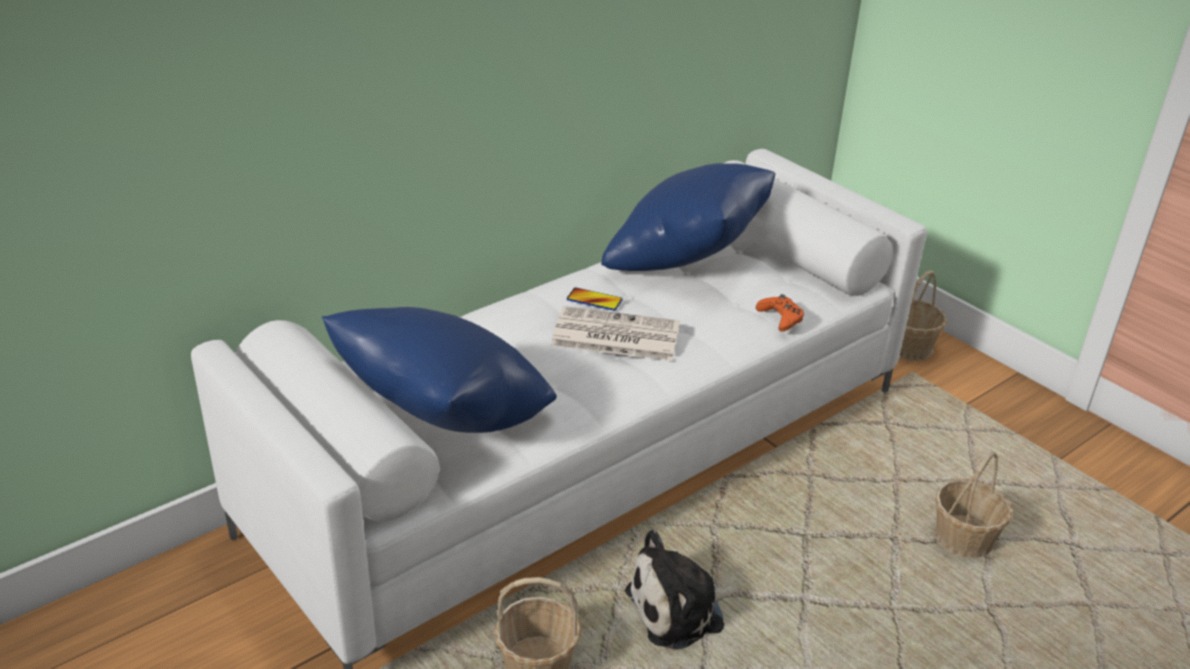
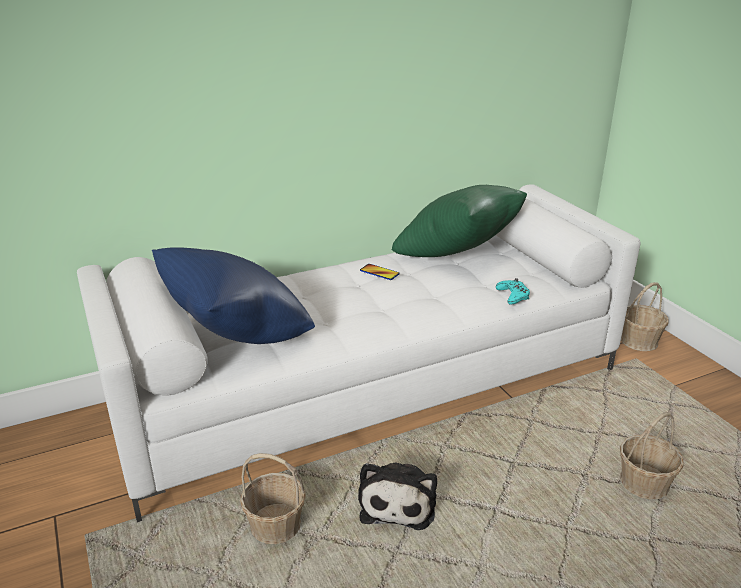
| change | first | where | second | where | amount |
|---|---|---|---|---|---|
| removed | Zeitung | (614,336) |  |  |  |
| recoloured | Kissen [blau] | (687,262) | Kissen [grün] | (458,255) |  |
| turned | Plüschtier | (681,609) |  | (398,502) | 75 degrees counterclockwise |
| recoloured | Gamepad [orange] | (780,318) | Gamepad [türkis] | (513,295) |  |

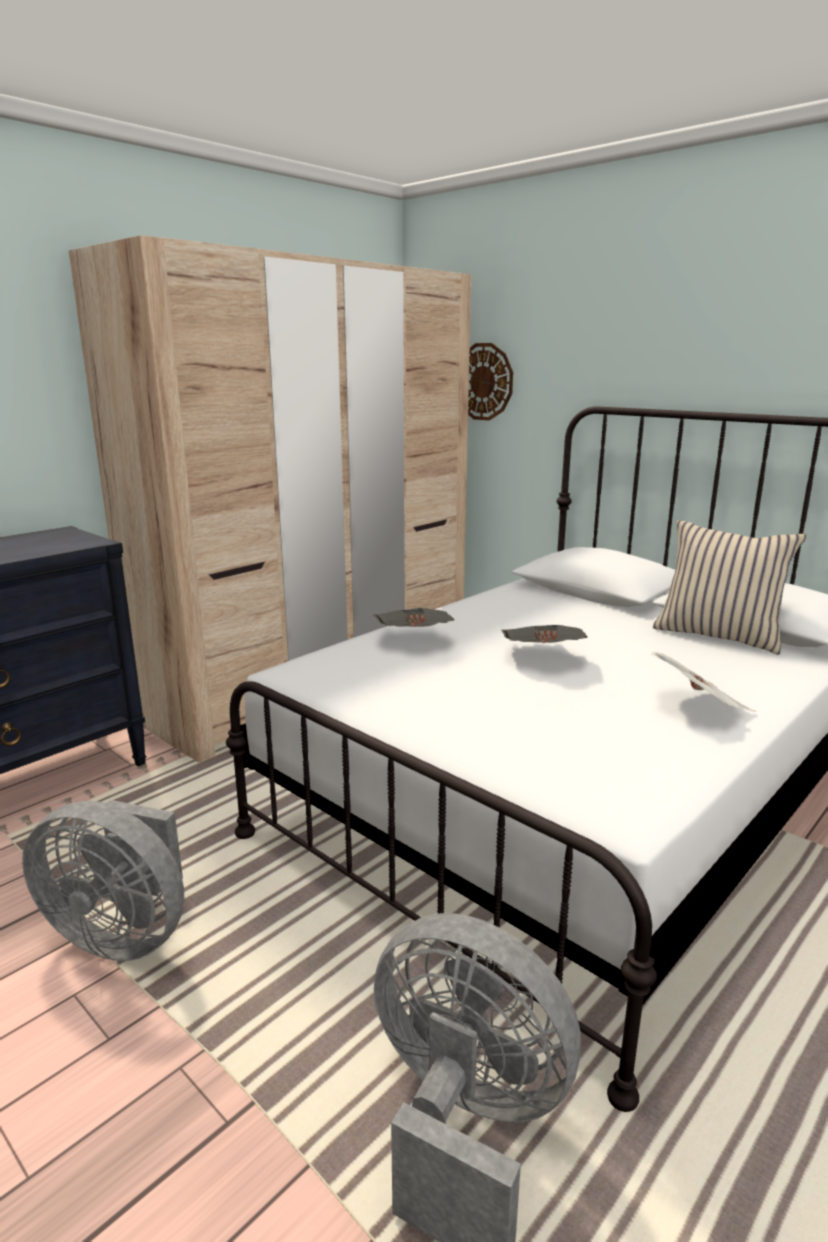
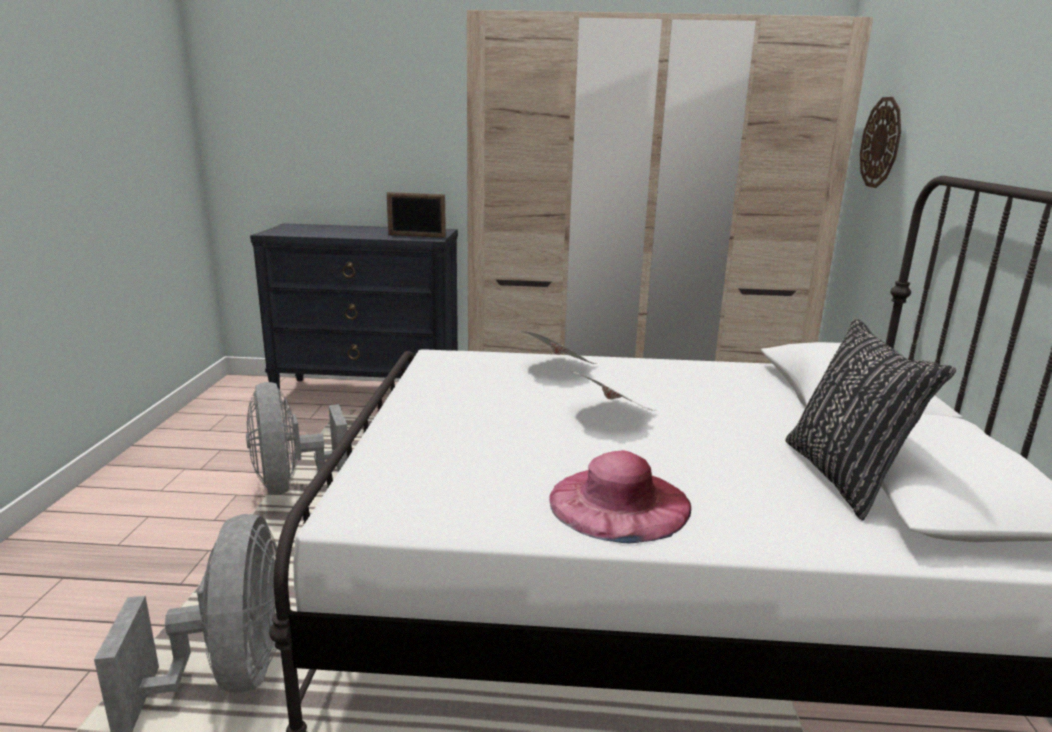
| change | first | where | second | where | amount |
|---|---|---|---|---|---|
| replaced | Zeitung | (699,707) | Hut [rosa] | (619,502) |  |
| recoloured | Kissen [beige] | (718,635) | Kissen [schwarz] | (844,477) |  |
| added |  |  | Bilderrahmen | (416,236) |  |

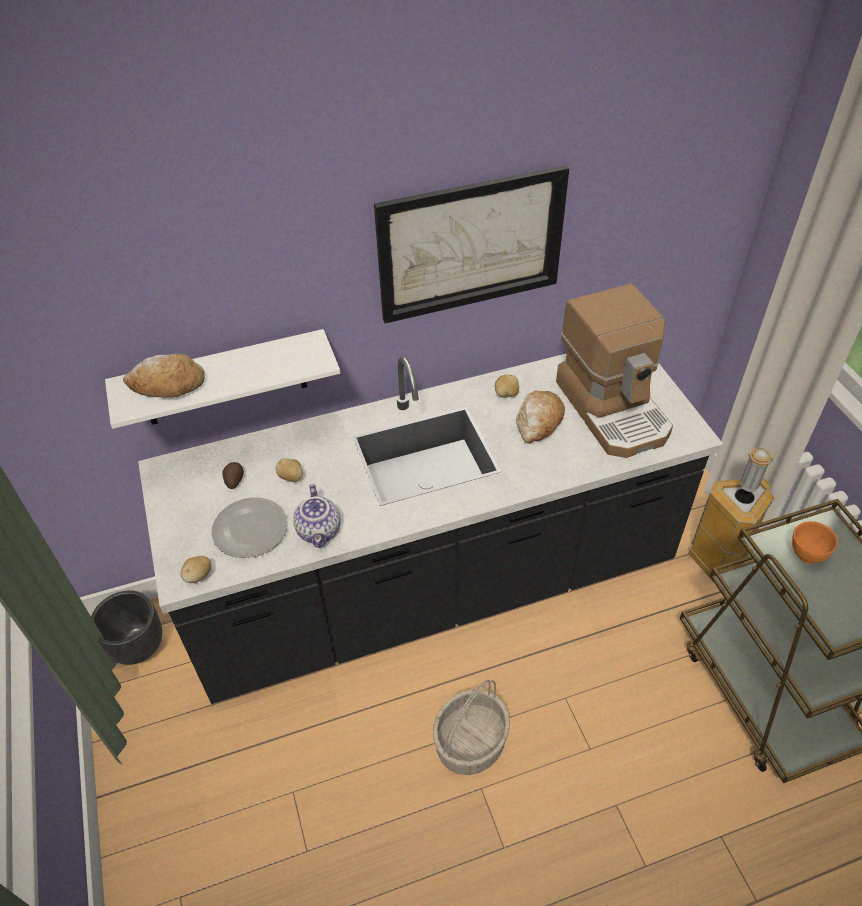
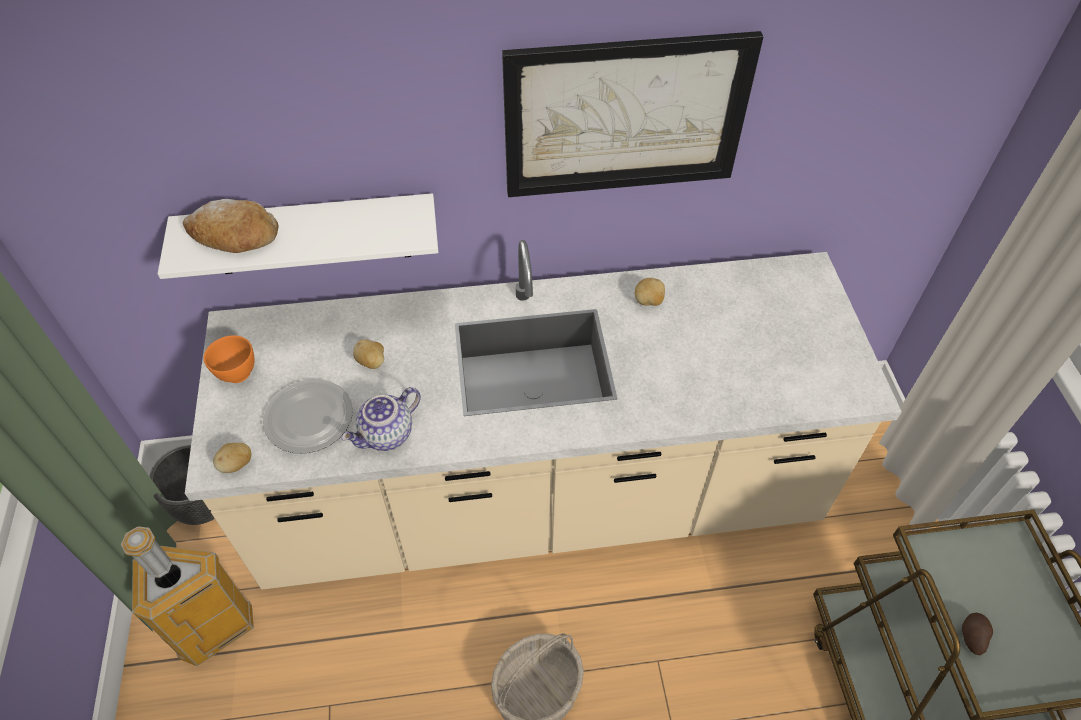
| change | first | where | second | where | amount |
|---|---|---|---|---|---|
| recoloured | Küchenzeile [schwarz] | (434,586) | Küchenzeile [beige] | (539,498) |  |
| moved | Kartoffel | (234,480) |  | (971,636) |  |
| turned | Teekanne | (320,531) |  | (387,435) | 45 degrees clockwise |
| removed | Brot | (538,422) |  |  |  |
| removed | Kaffeemaschine | (614,409) |  |  |  |
| moved | Mülleimer | (720,559) |  | (215,628) |  |
| moved | Schüssel [orange] | (806,555) |  | (237,373) |  |

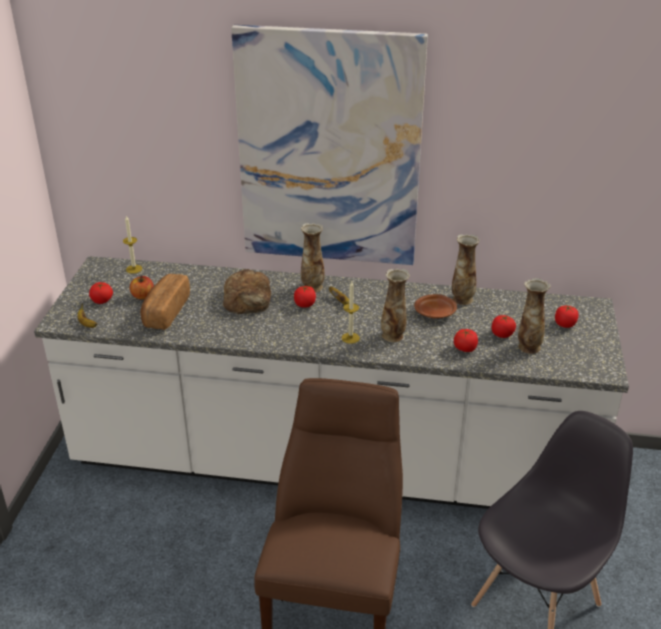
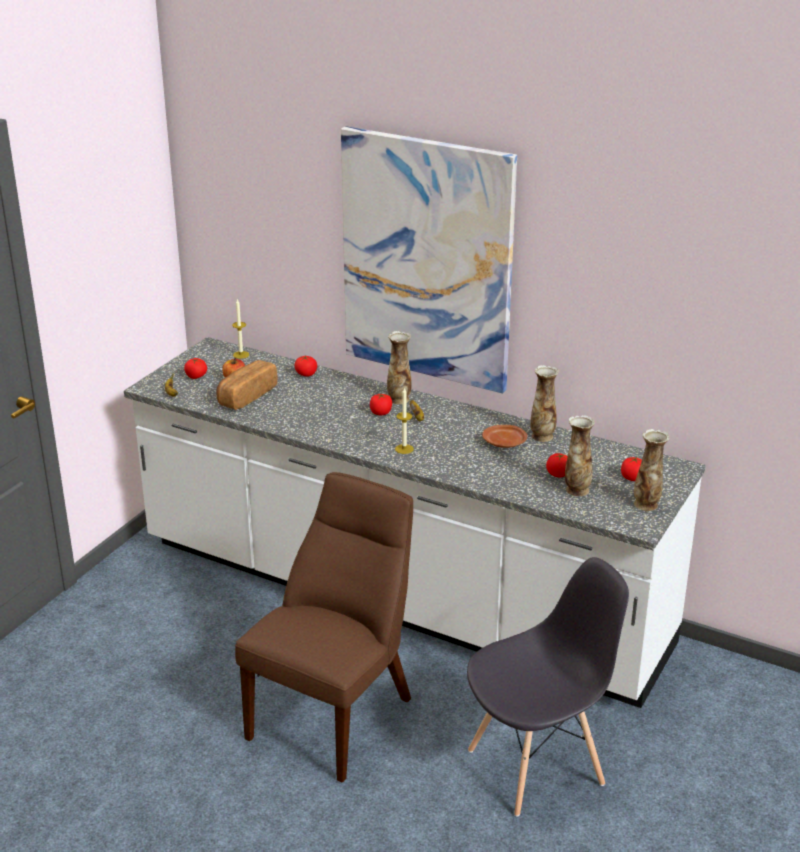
| change | first | where | second | where | amount |
|---|---|---|---|---|---|
| removed | Brot | (248,299) |  |  |  |
| moved | Vase | (393,335) |  | (646,504) |  |
| moved | Tomate | (465,348) |  | (306,374) |  |

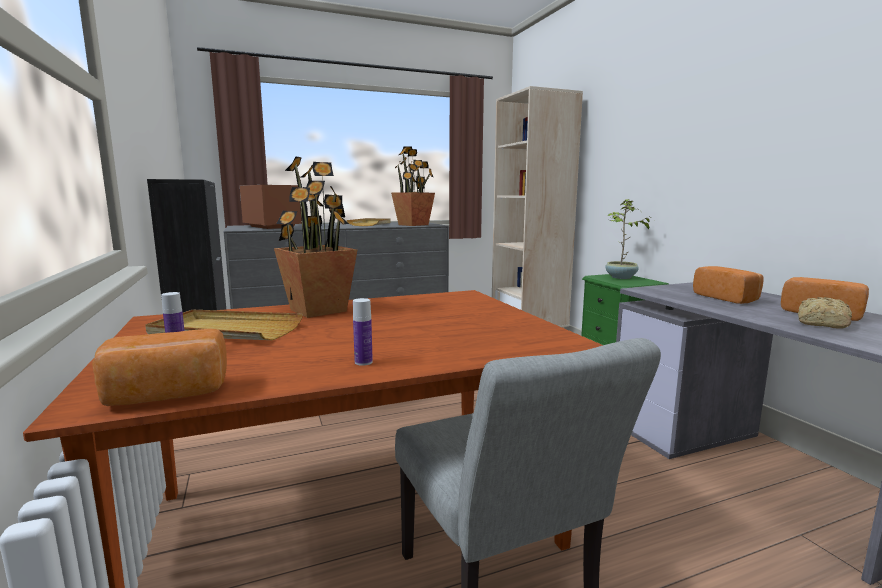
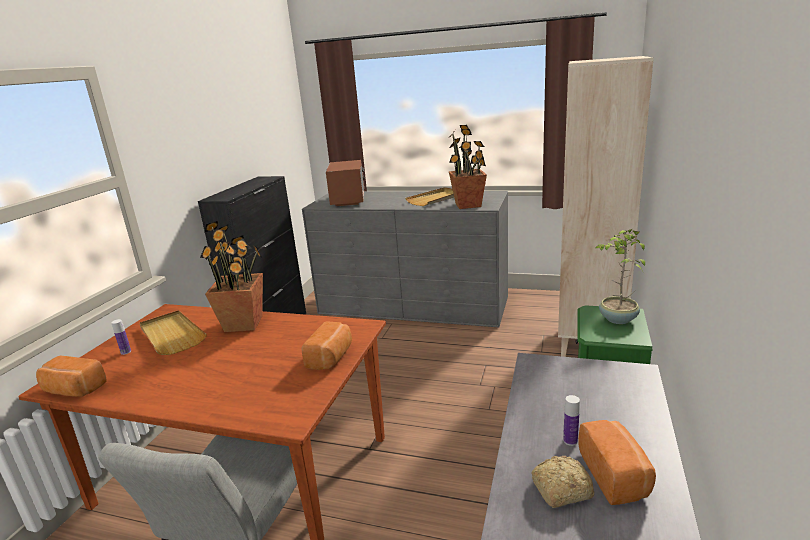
| change | first | where | second | where | amount |
|---|---|---|---|---|---|
| moved | Flasche | (363,362) |  | (570,441) |  |
| moved | Brot | (727,298) |  | (331,357) |  |

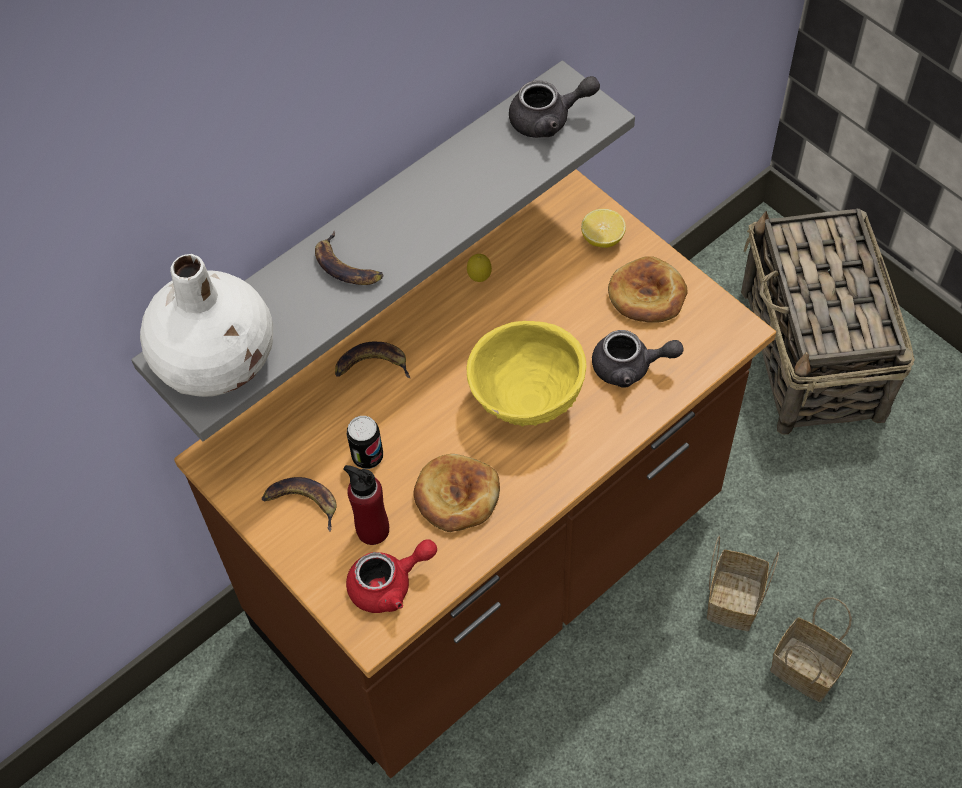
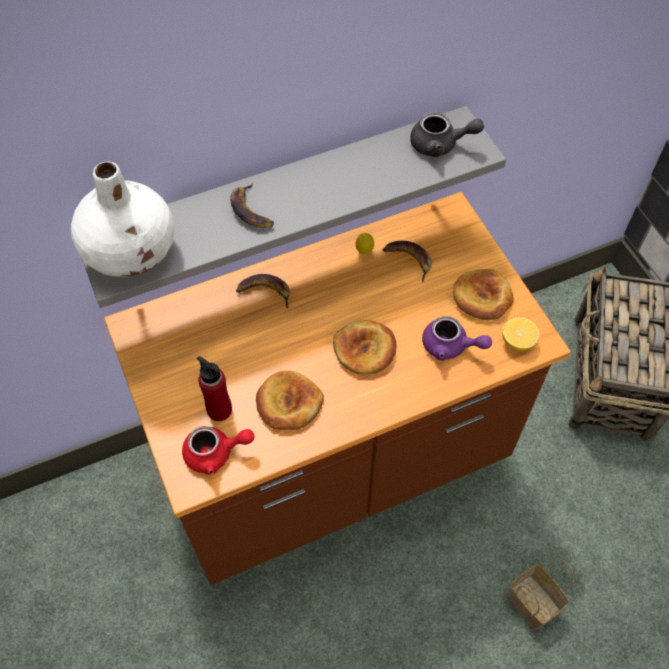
| change | first | where | second | where | amount |
|---|---|---|---|---|---|
| moved | Banane | (302,503) |  | (408,259) |  |
| removed | Dose | (367,456) |  |  |  |
| replaced | Schüssel [gelb] | (526,401) | Brot | (365,349) |  |
| moved | Zitrone | (602,239) |  | (517,341) |  |
| recoloured | Teekanne [grau] | (630,367) | Teekanne [lila] | (450,346) |  |
| removed | Korb | (733,598) |  |  |  |

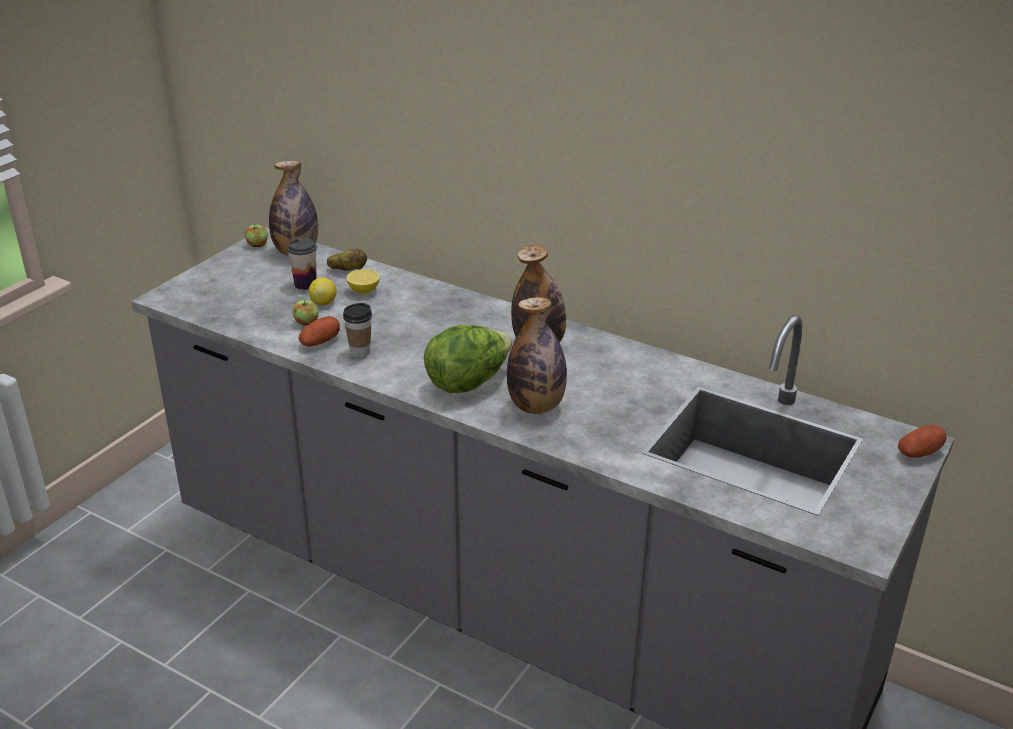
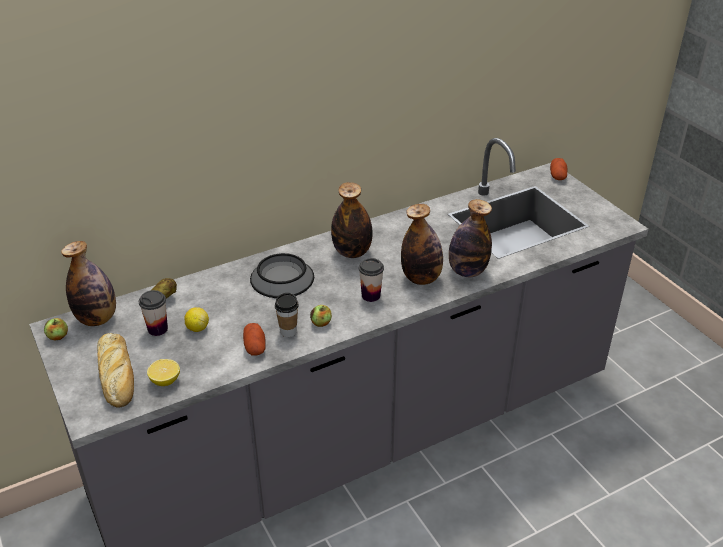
| change | first | where | second | where | amount |
|---|---|---|---|---|---|
| moved | Apfel | (306,322) |  | (321,323) |  |
| moved | Zitrone | (364,290) |  | (165,380) |  |
| replaced | Salatkopf | (468,382) | Tasse | (371,295) |  |
| added |  |  | Brot | (117,375) |  |
| added |  |  | Schüssel | (282,278) |  |
| added |  |  | Flasche | (467,271) |  |

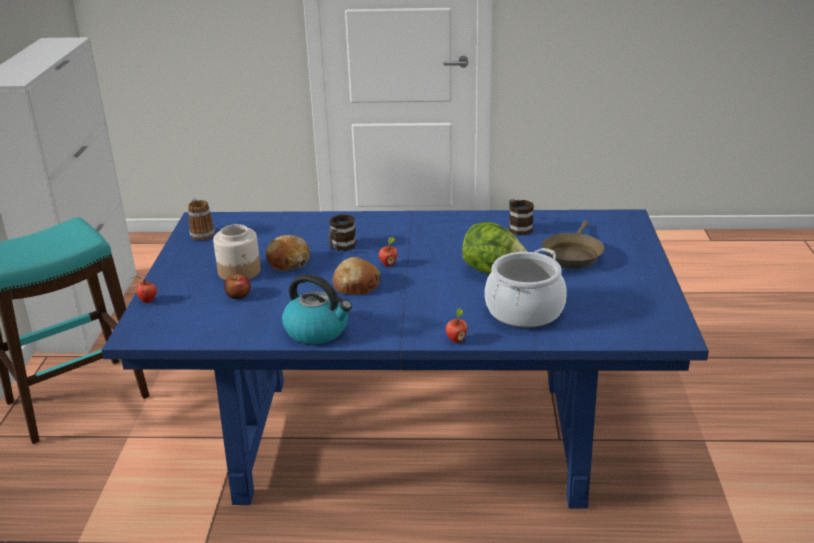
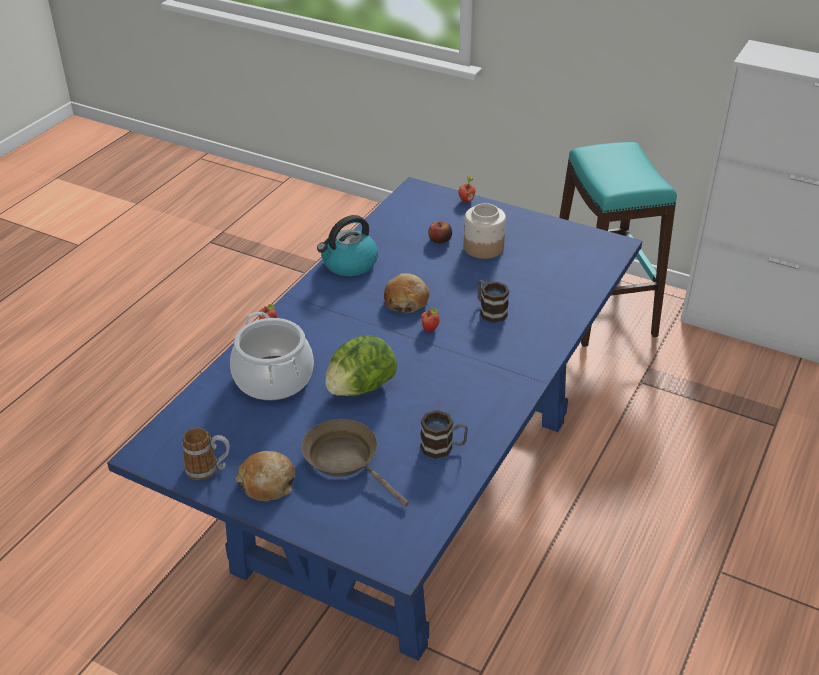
| change | first | where | second | where | amount |
|---|---|---|---|---|---|
| moved | Henkelbecher | (201,233) |  | (208,469) |  |
| moved | Brot | (288,261) |  | (267,483) |  |

